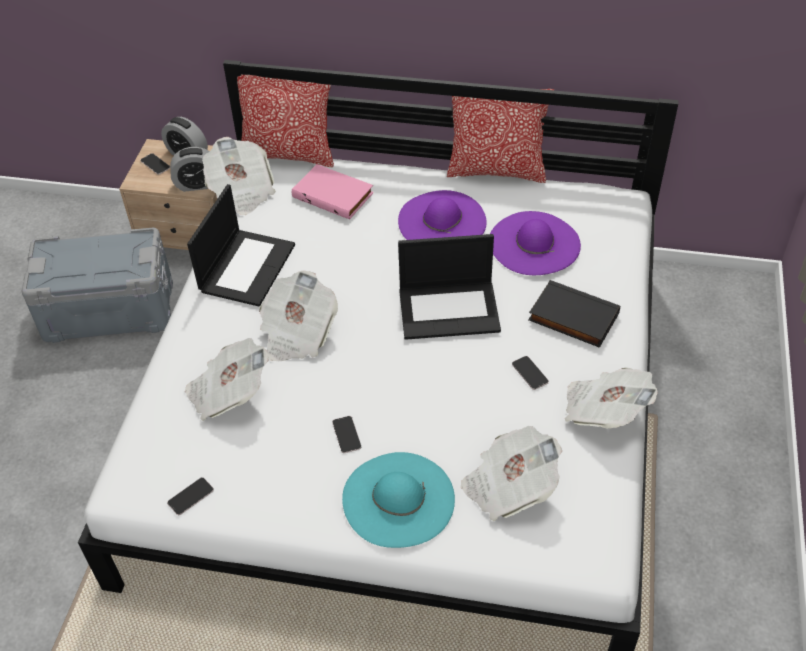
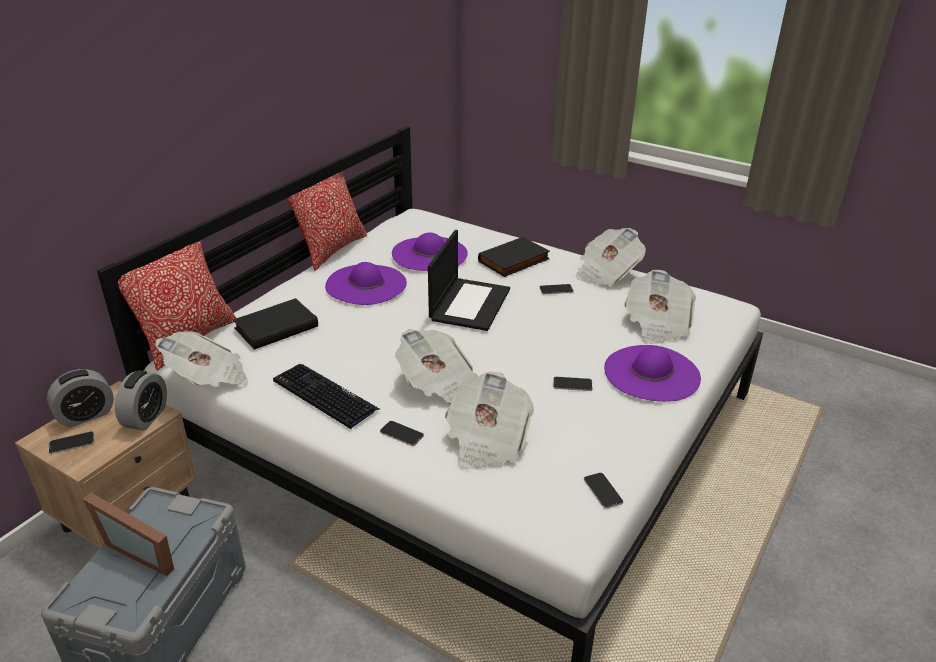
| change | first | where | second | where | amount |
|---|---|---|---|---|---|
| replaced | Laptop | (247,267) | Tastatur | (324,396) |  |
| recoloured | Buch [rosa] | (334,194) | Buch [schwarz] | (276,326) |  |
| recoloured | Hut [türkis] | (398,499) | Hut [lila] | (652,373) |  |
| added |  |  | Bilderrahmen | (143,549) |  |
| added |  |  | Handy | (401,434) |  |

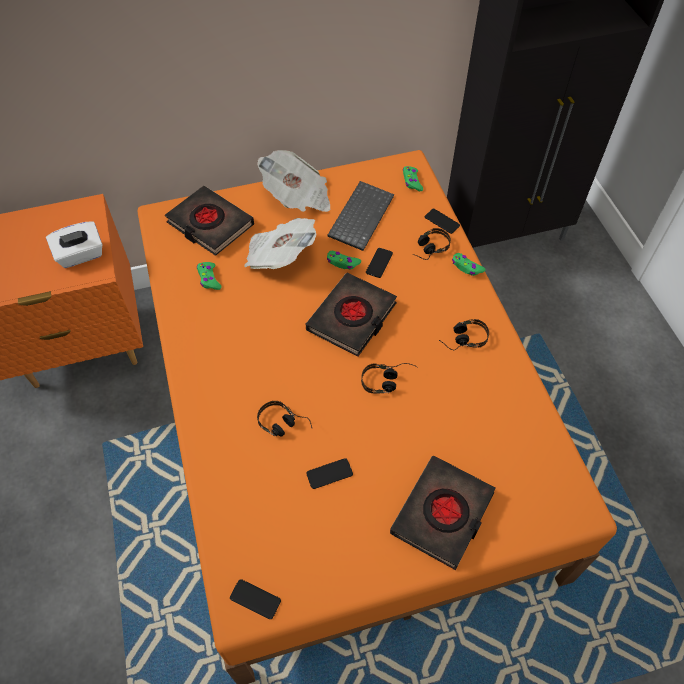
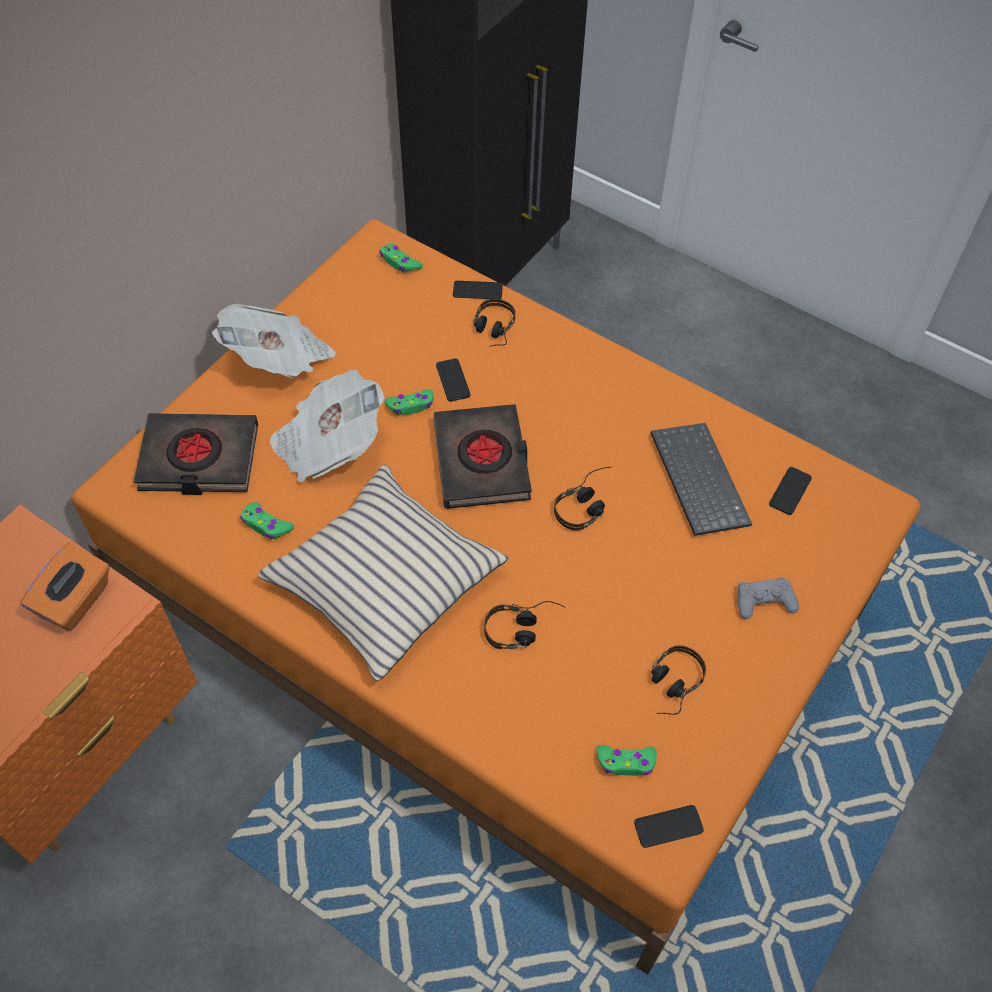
| change | first | where | second | where | amount |
|---|---|---|---|---|---|
| recoloured | Taschentuchbox [weiß] | (81,255) | Taschentuchbox [orange] | (76,601) |  |
| moved | Handy | (329,474) |  | (790,491) |  |
| moved | Tastatur | (360,215) |  | (696,479) |  |
| replaced | Buch [schwarz] | (443,514) | Gamepad [grau] | (764,601) |  |
| moved | Kopfhörer | (461,339) |  | (670,687) |  |
| moved | Gamepad [grün] | (466,267) |  | (626,763) |  |
| added |  |  | Kissen [beige] | (384,580) |  |

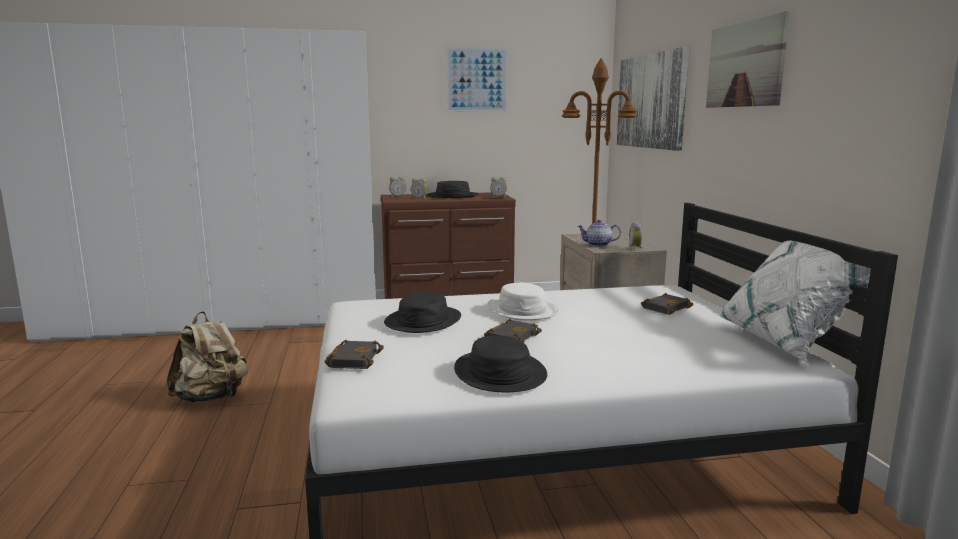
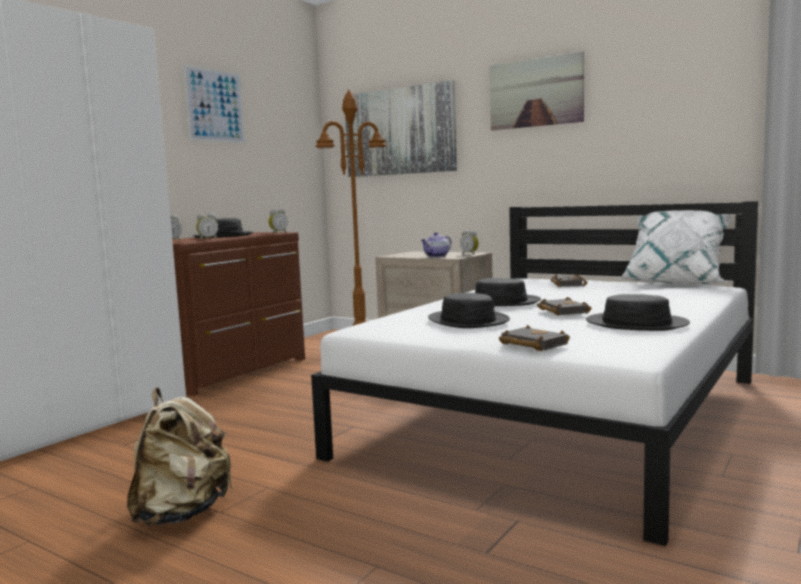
| change | first | where | second | where | amount |
|---|---|---|---|---|---|
| recoloured | Hut [weiß] | (522,309) | Hut [schwarz] | (500,302) |  |

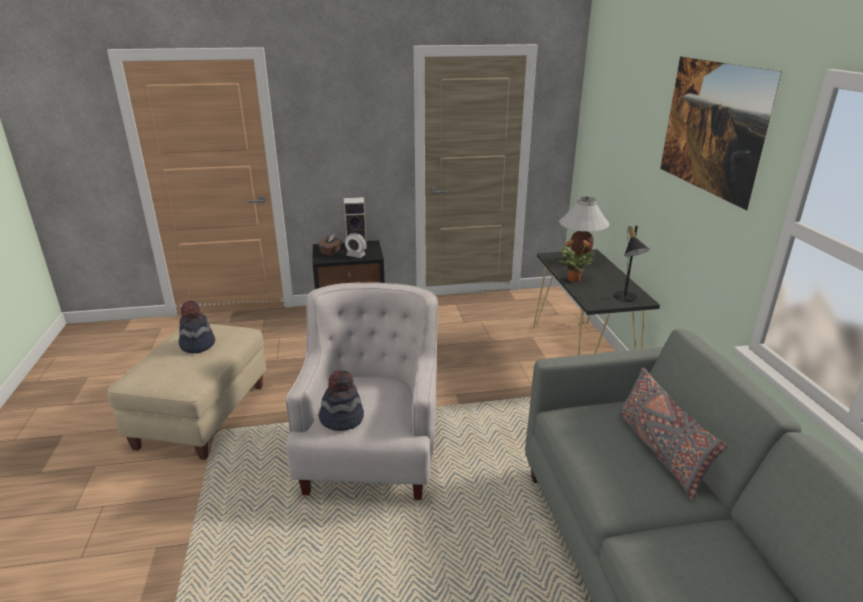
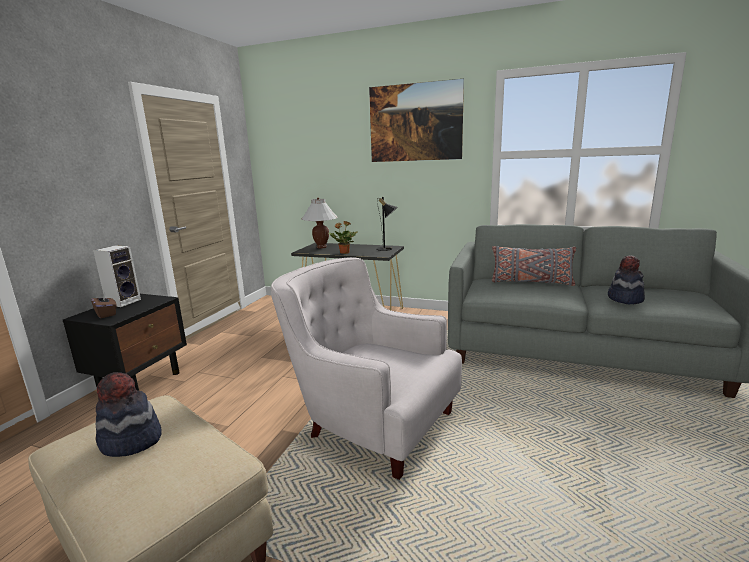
| change | first | where | second | where | amount |
|---|---|---|---|---|---|
| moved | Hut | (342,418) |  | (624,299) |  |
| removed | Wecker | (356,255) |  |  |  |

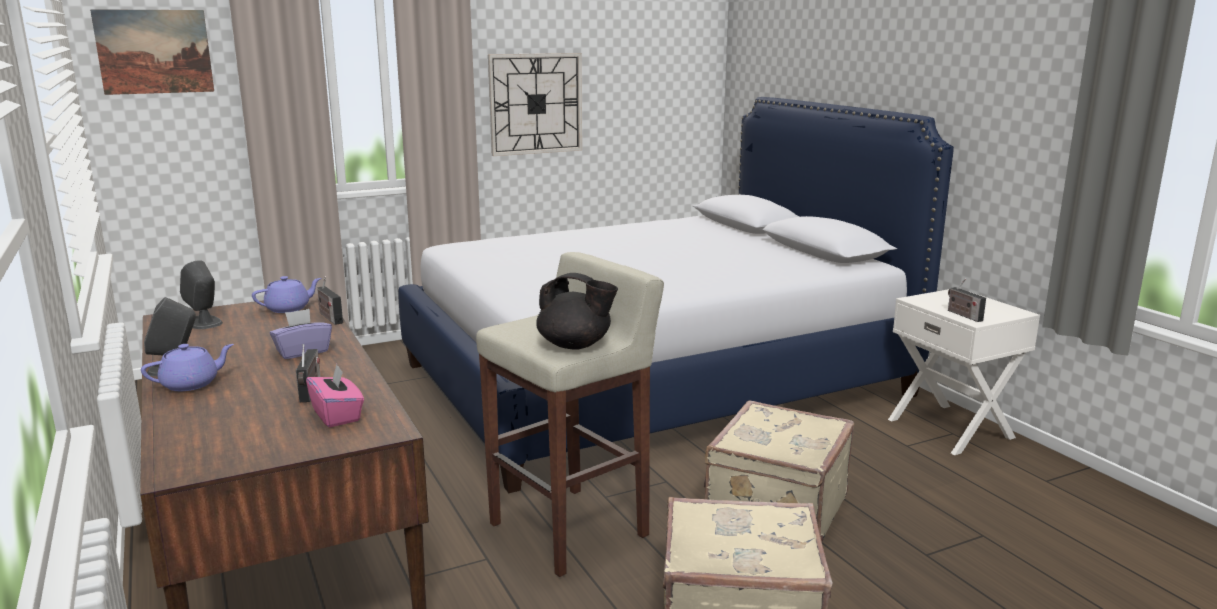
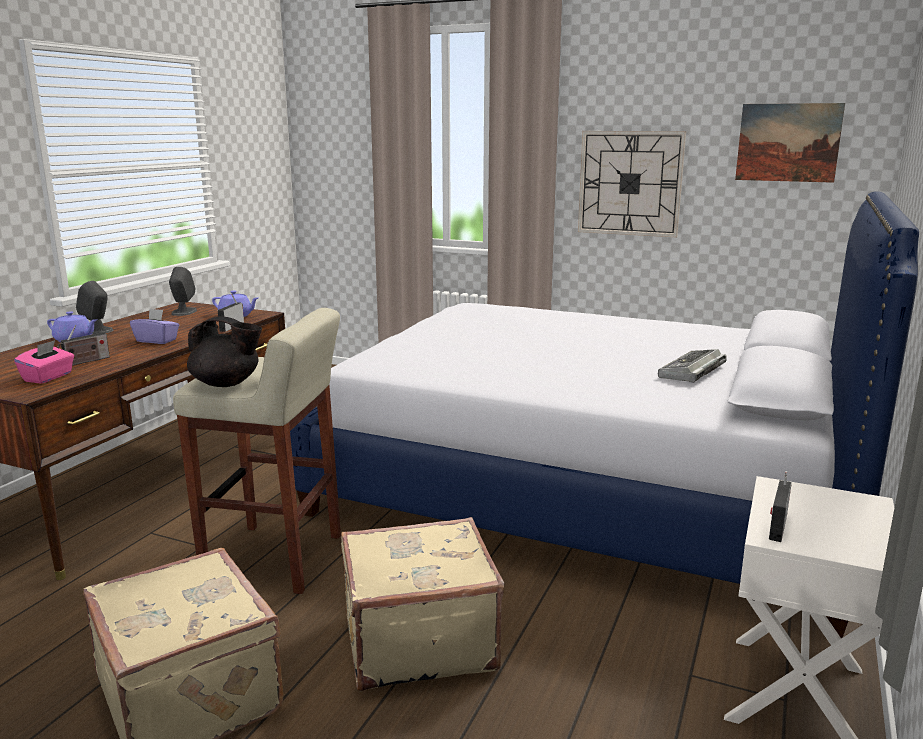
| change | first | where | second | where | amount |
|---|---|---|---|---|---|
| moved | Bild | (154,51) |  | (788,142) |  |
| turned | Teekanne [schwarz] | (575,345) |  | (226,384) | 60 degrees counterclockwise |
| added |  |  | Tastatur | (692,372) |  |

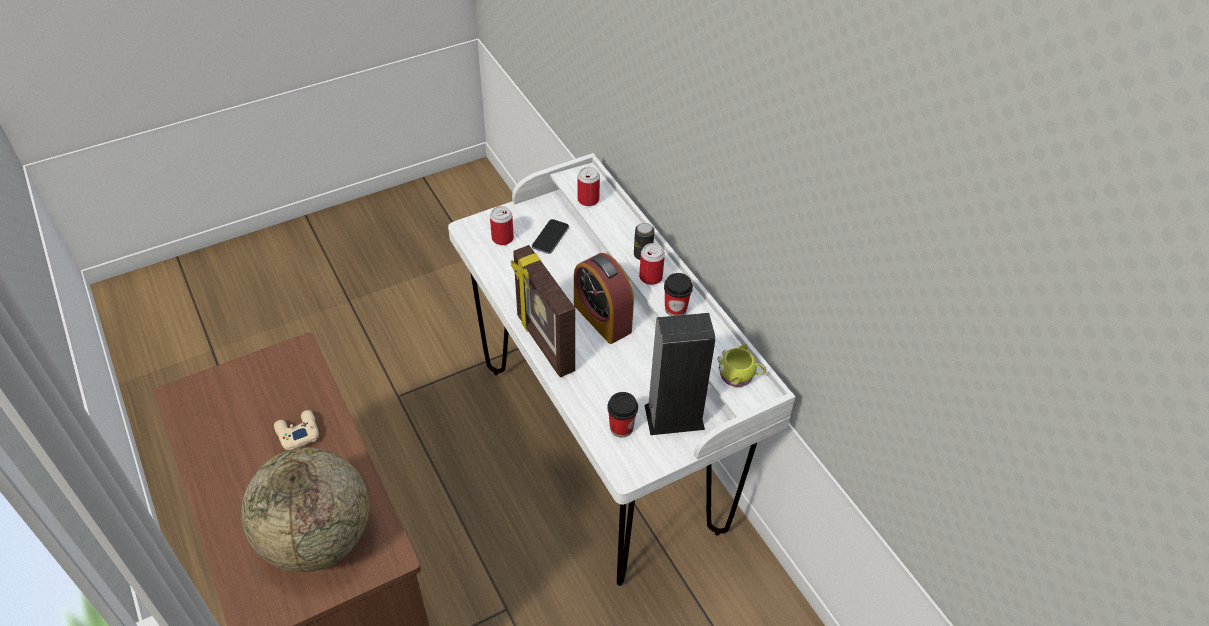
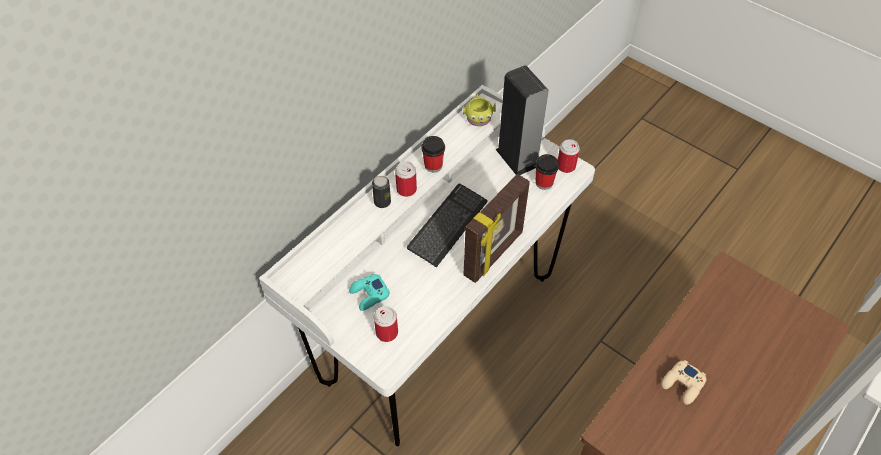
| change | first | where | second | where | amount |
|---|---|---|---|---|---|
| removed | Globus | (318,538) |  |  |  |
| replaced | Handy | (550,237) | Gamepad [türkis] | (369,295) |  |
| replaced | Wecker | (602,318) | Tastatur | (447,225) |  |
| moved | Dose | (588,200) |  | (566,166) |  |

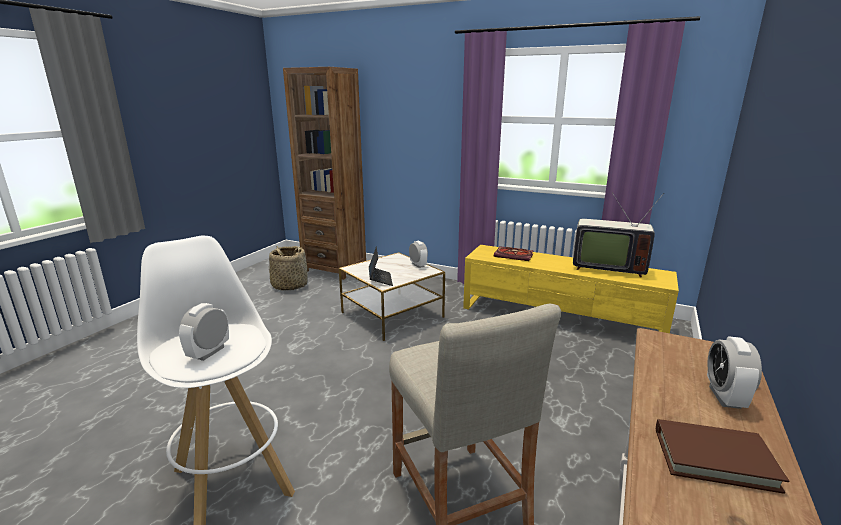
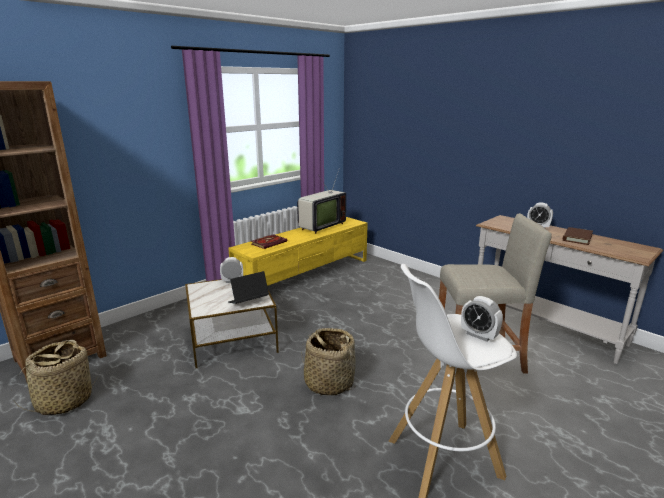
| change | first | where | second | where | amount |
|---|---|---|---|---|---|
| turned | Laptop | (380,279) |  | (248,302) | 45 degrees counterclockwise |
| added |  |  | Korb | (329,382) |  |

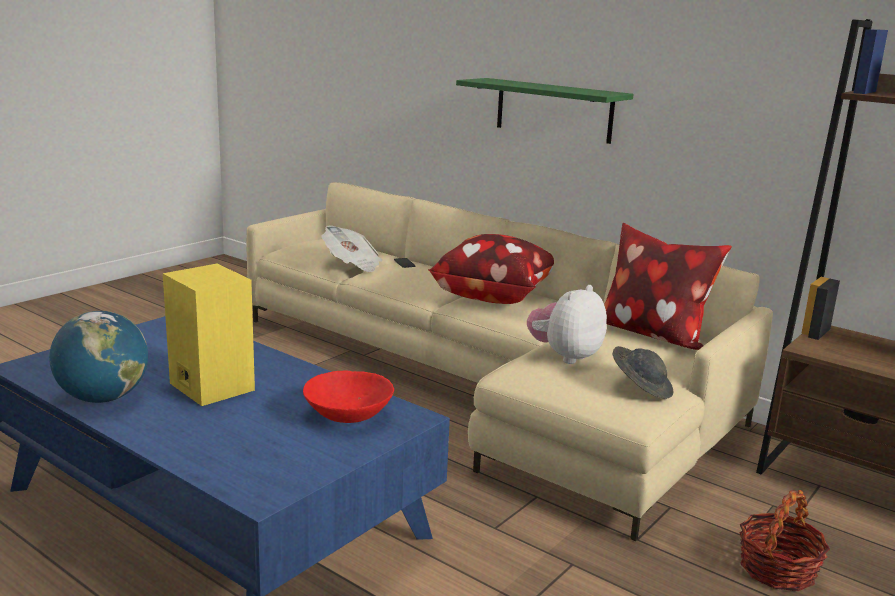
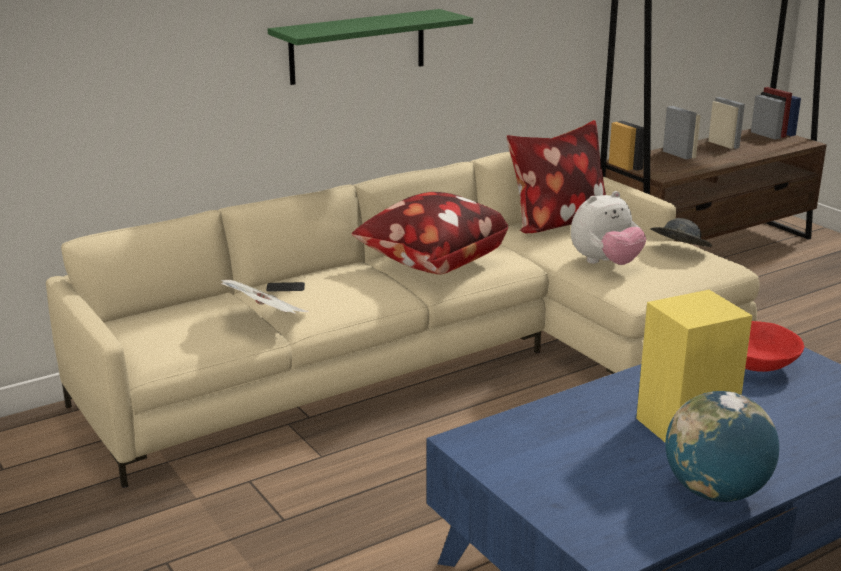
| change | first | where | second | where | amount |
|---|---|---|---|---|---|
| turned | Plüschtier | (565,356) |  | (605,263) | 90 degrees counterclockwise |
| removed | Korb | (777,569) |  |  |  |

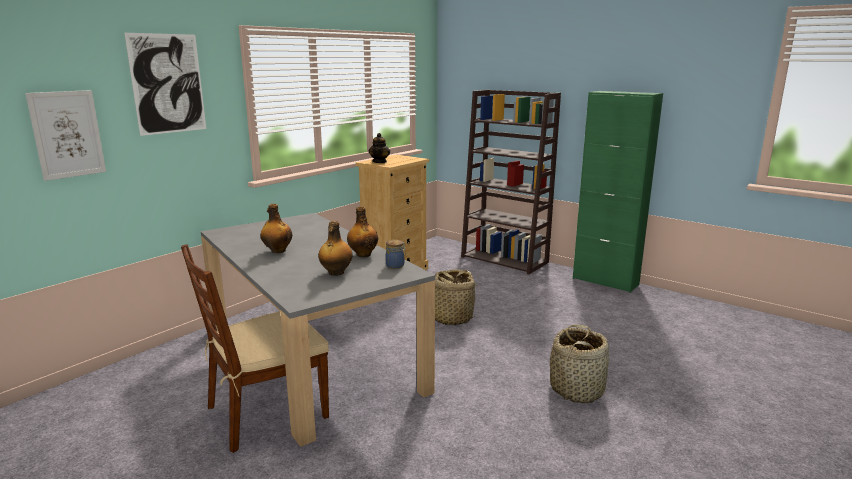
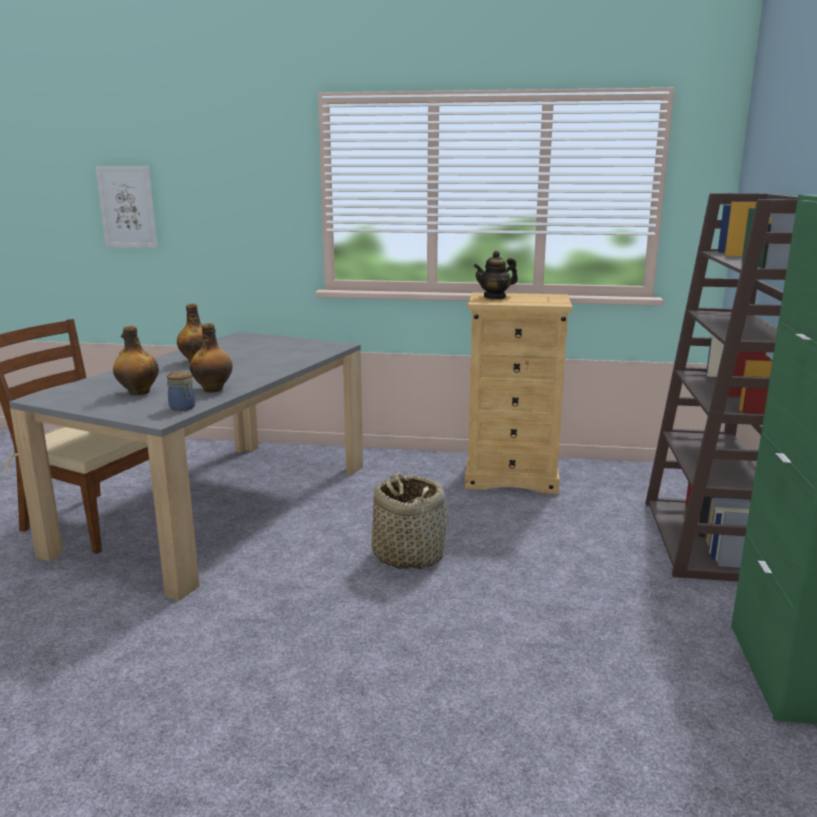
| change | first | where | second | where | amount |
|---|---|---|---|---|---|
| removed | Bild | (168,84) |  |  |  |
| removed | Korb | (577,389) |  |  |  |

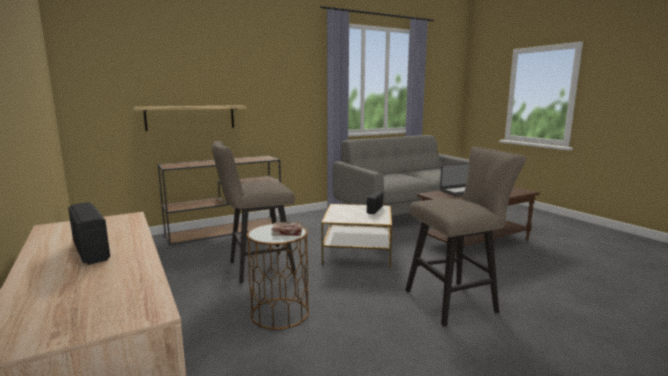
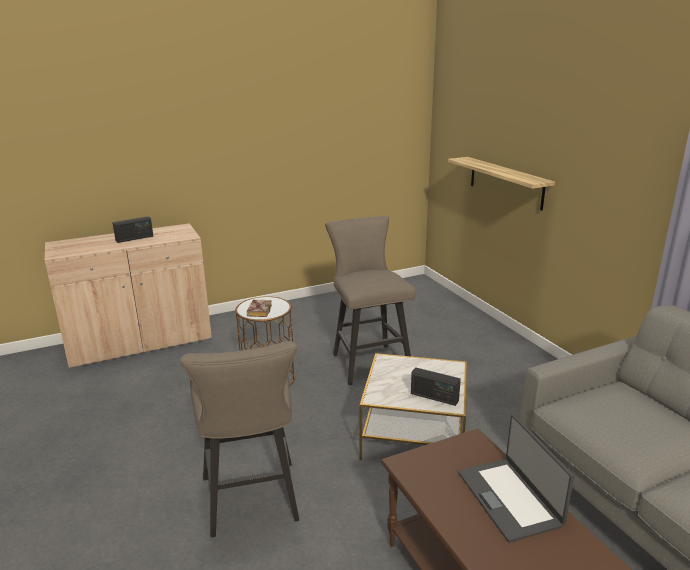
| change | first | where | second | where | amount |
|---|---|---|---|---|---|
| removed | Konsolentisch [braun] | (226,230) |  |  |  |

